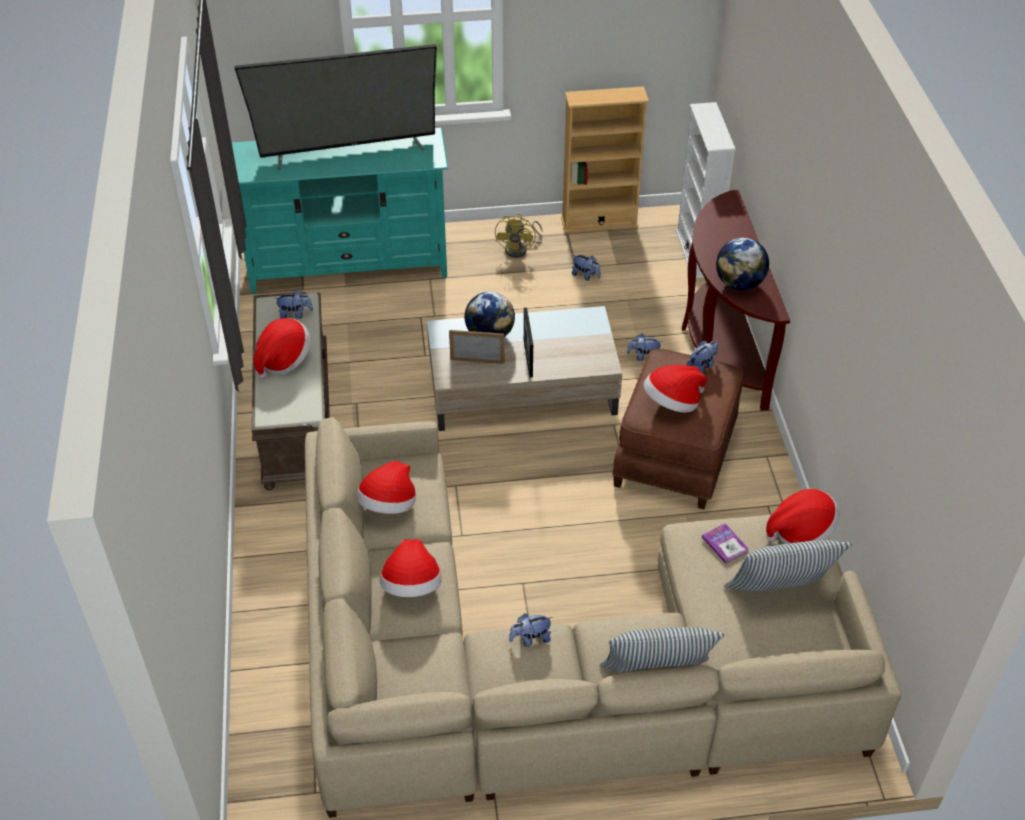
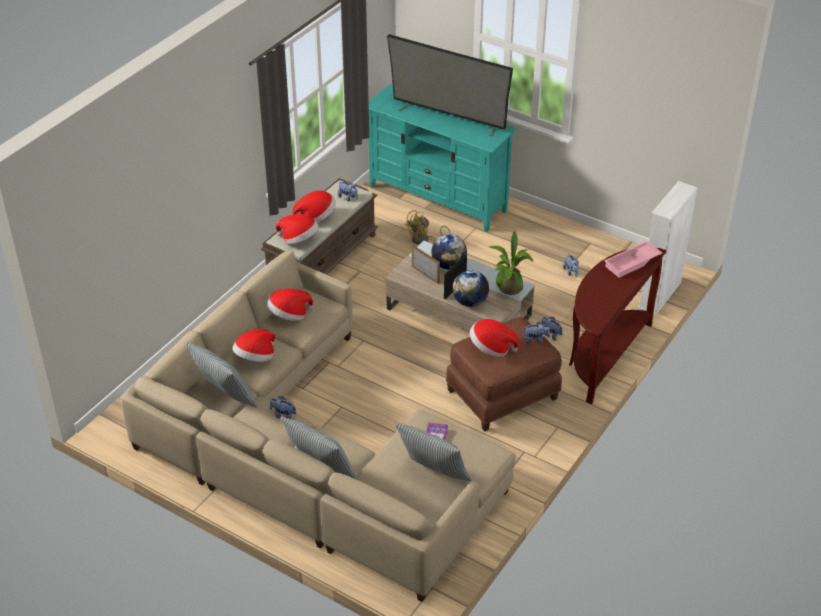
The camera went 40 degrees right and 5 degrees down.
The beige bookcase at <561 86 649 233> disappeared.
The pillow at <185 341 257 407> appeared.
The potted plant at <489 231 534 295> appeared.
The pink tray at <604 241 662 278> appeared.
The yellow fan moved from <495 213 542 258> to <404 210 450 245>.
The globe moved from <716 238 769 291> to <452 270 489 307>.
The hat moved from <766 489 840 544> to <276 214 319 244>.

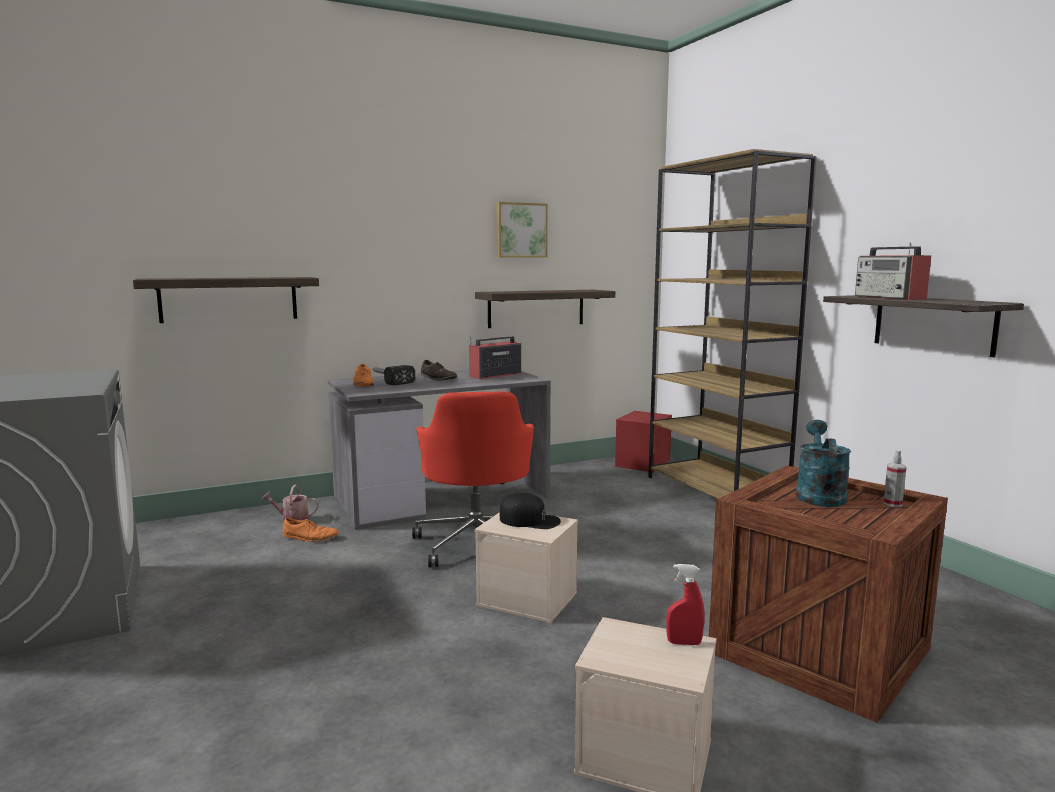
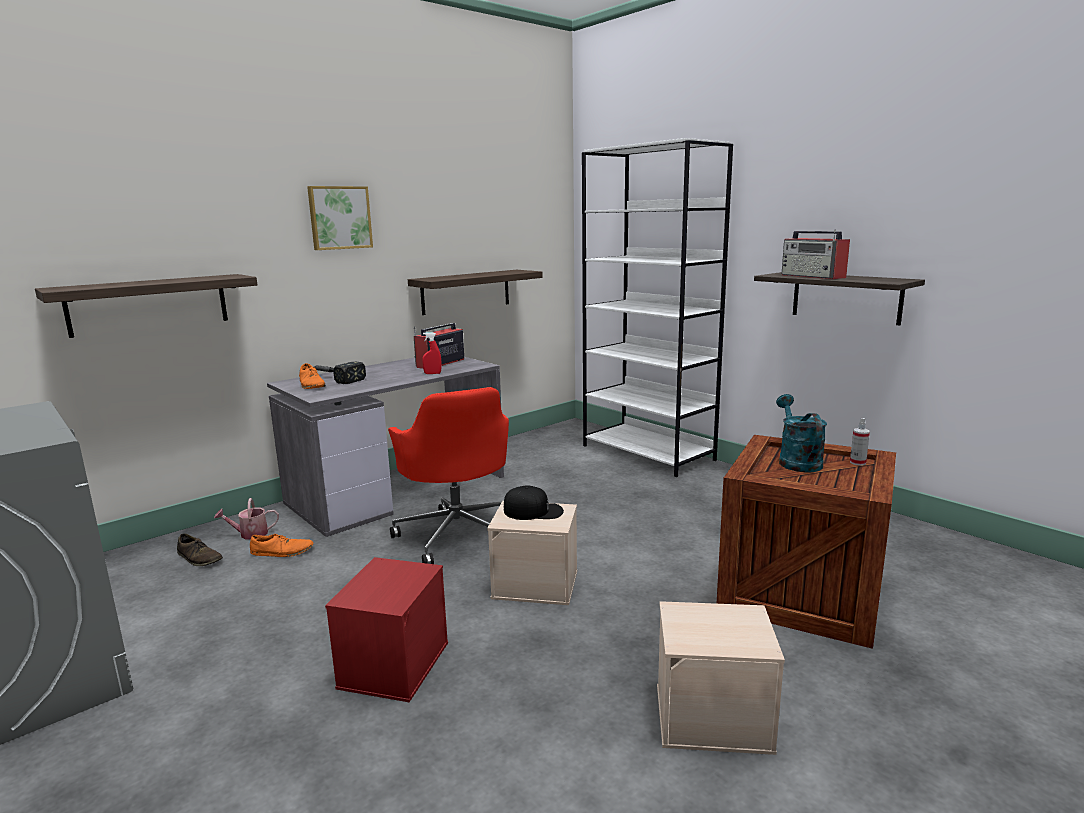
The camera went 15 degrees left and 5 degrees up.
The brown shoe moved from <421 360 457 381> to <177 533 223 566>.
The picture moved from <496 202 548 258> to <307 186 373 250>.
The red storage box moved from <615 411 672 473> to <325 557 448 702>.
The red spray bottle moved from <666 564 705 645> to <422 332 442 374>.
The brown bookcase at <648 149 817 499> became the white bookcase at <582 138 733 477>.

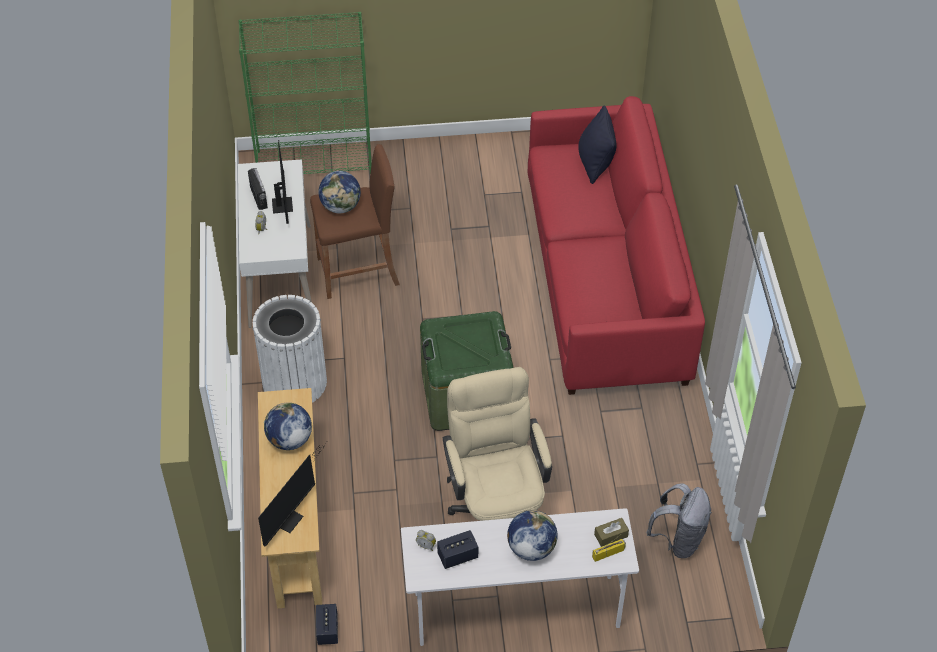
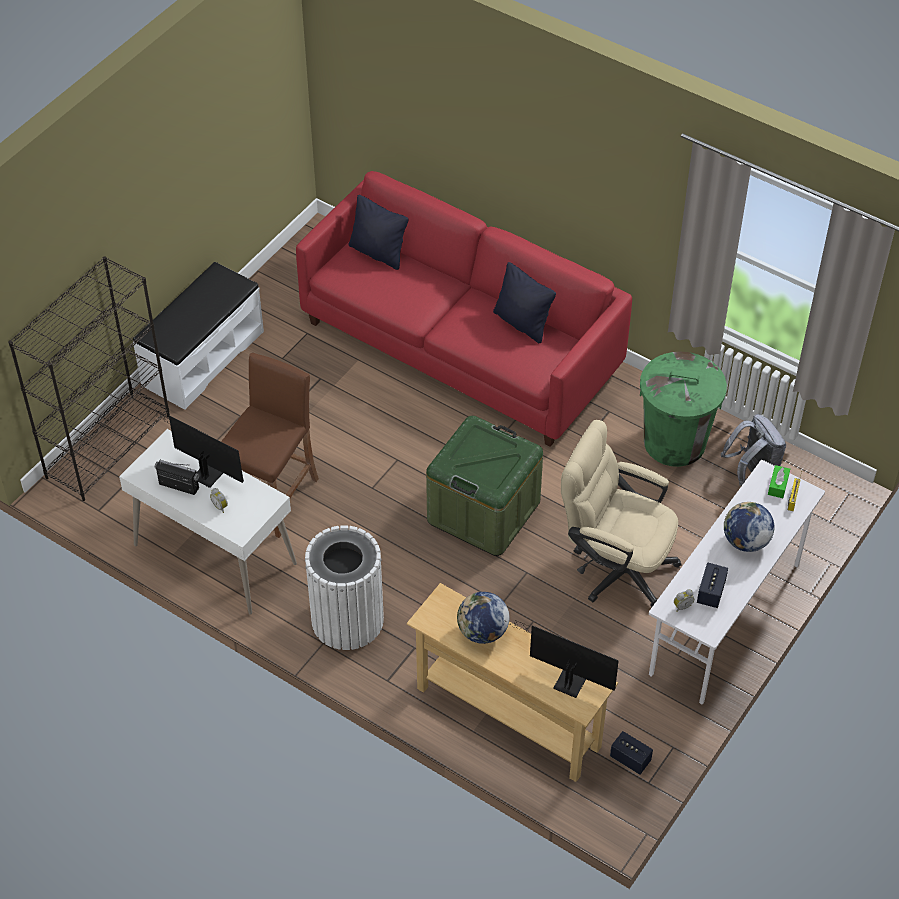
The camera went 50 degrees left and 0 degrees up.
The globe at <318 171 361 213> disappeared.
The white bench at <133 262 264 410> appeared.
The black pillow at <493 262 556 343> appeared.
The green trash can at <640 352 727 467> appeared.
The green bookcase at <239 12 372 174> became the black bookcase at <8 256 170 501>.
The brown tissue box at <594 518 629 547> became the green tissue box at <768 465 790 498>.
The monitor at <258 447 325 547> turned 45 degrees counterclockwise.

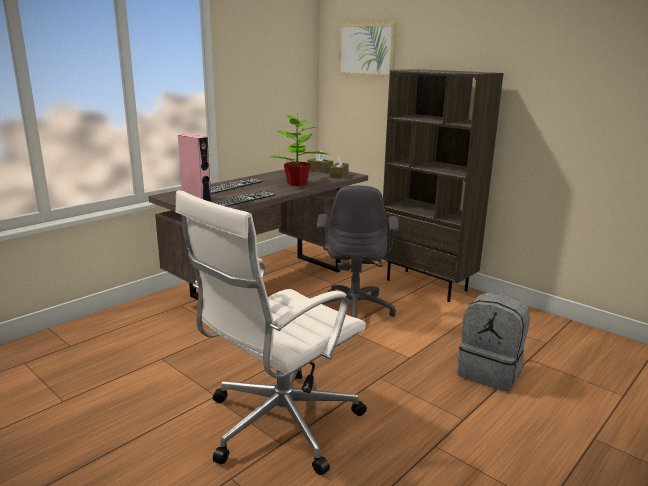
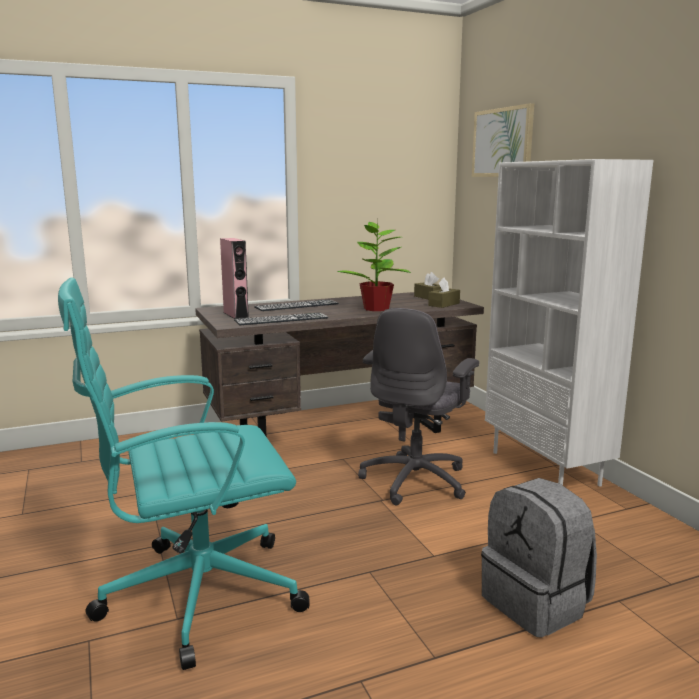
The camera went 25 degrees right and 5 degrees down.
The white office chair at <175 190 367 475> became the turquoise office chair at <58 278 310 670>.
The brown bookcase at <383 69 504 302> became the white bookcase at <485 159 653 487>.

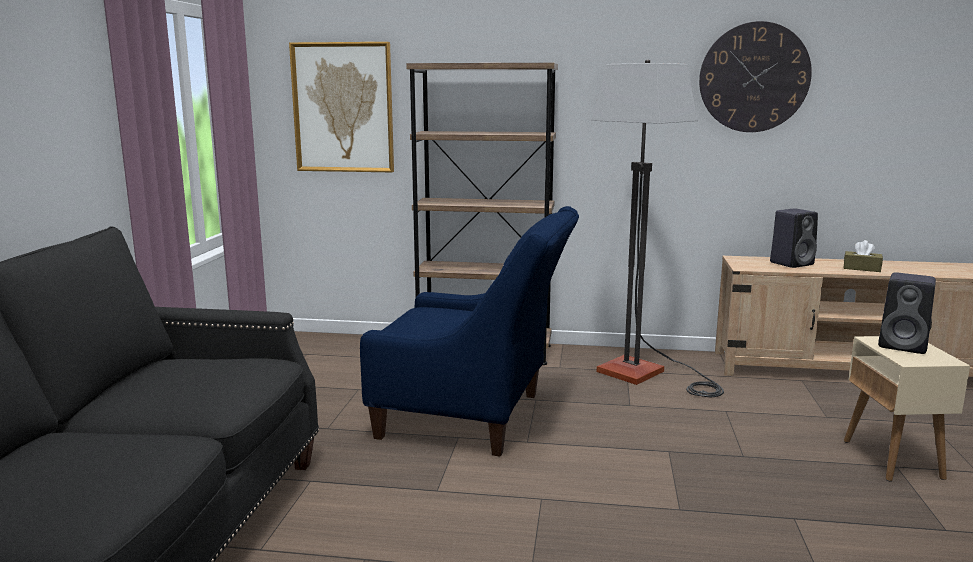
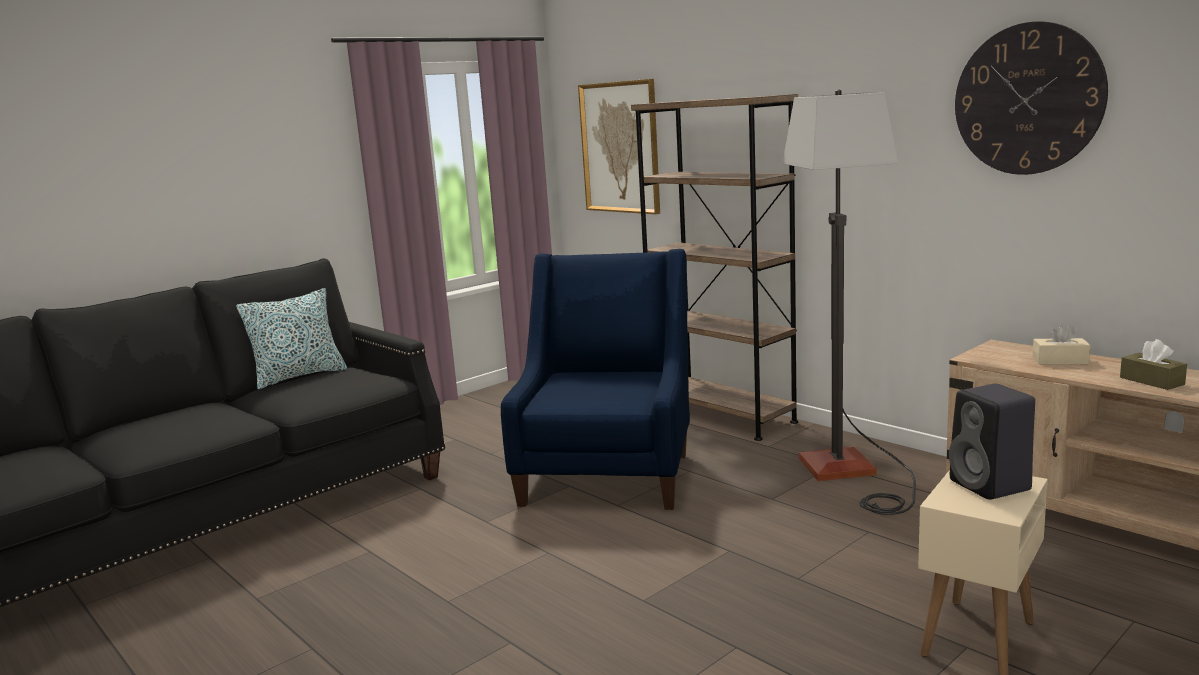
The camera went 40 degrees right and 0 degrees up.
The pillow at <236 288 347 390> appeared.
The black speaker at <770 208 818 268> was replaced by the beige tissue box at <1033 323 1090 365>.
The blue armchair at <360 206 579 457> turned 135 degrees counterclockwise.

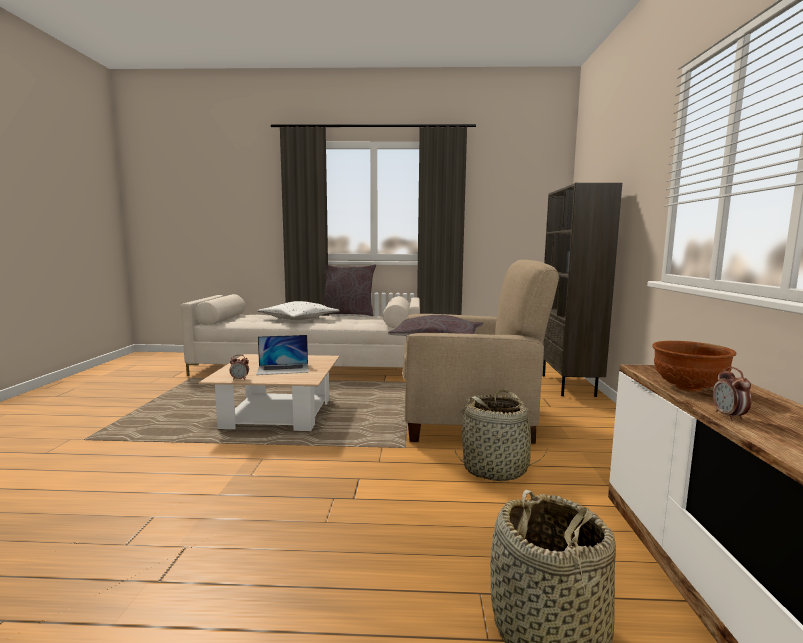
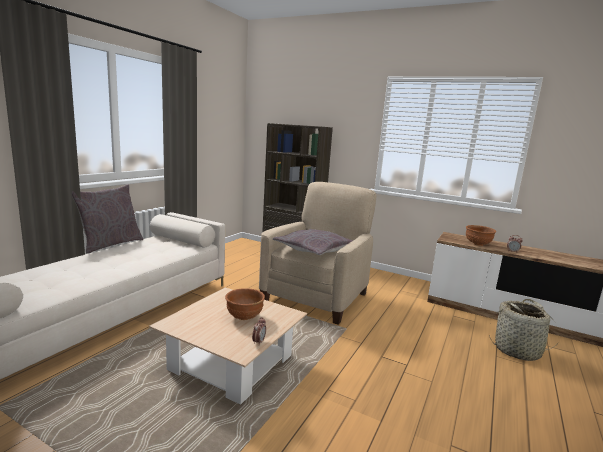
The camera went 65 degrees left and 5 degrees up.
The white pillow at <258 301 340 320> disappeared.
The basket at <454 389 548 481> disappeared.
The laptop at <256 335 309 375> was replaced by the brown bowl at <225 288 265 320>.

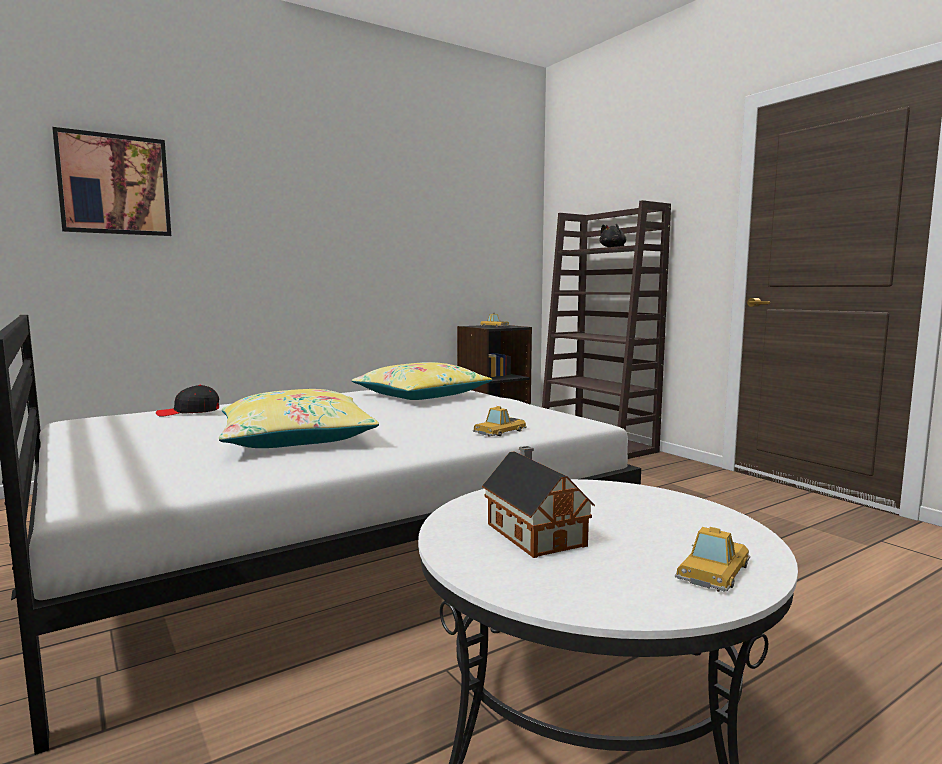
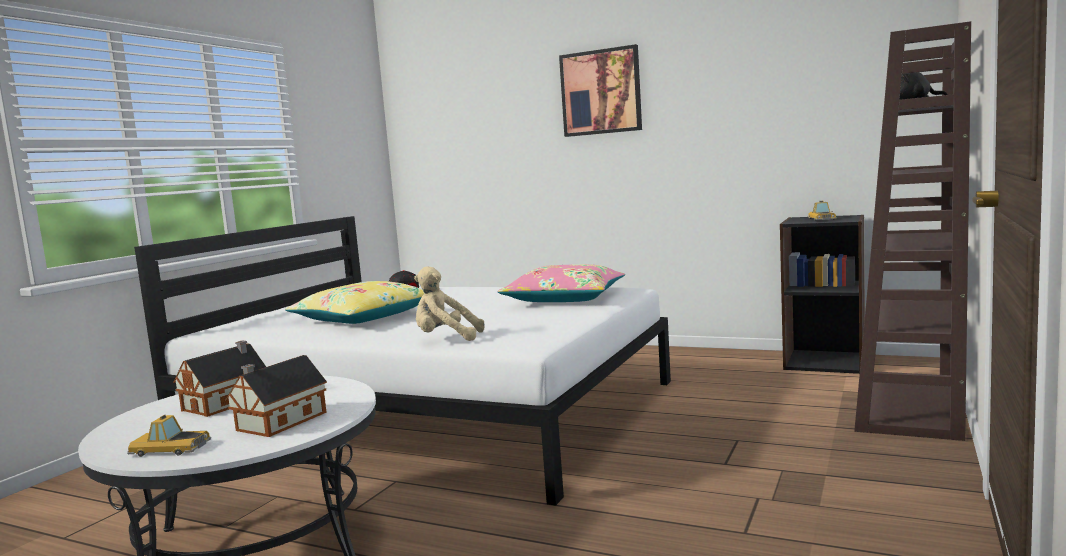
The camera went 60 degrees right and 0 degrees up.
The toy house at <226 355 327 437> appeared.
The picture moved from <52 127 171 236> to <559 44 642 137>.
The toy car at <473 406 527 437> was replaced by the beige plush toy at <414 266 485 341>.
The yellow pillow at <351 362 492 400> became the pink pillow at <497 264 625 302>.

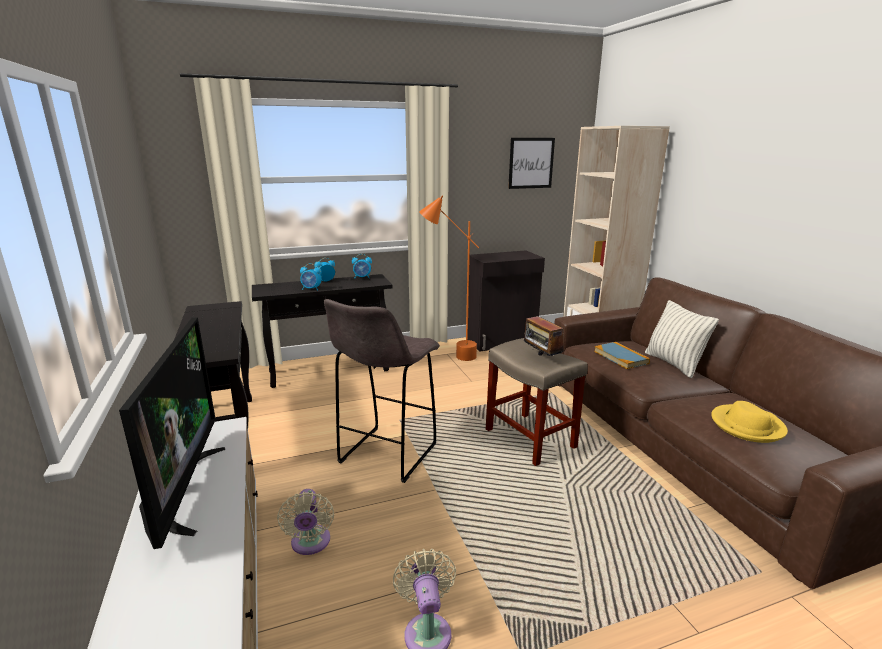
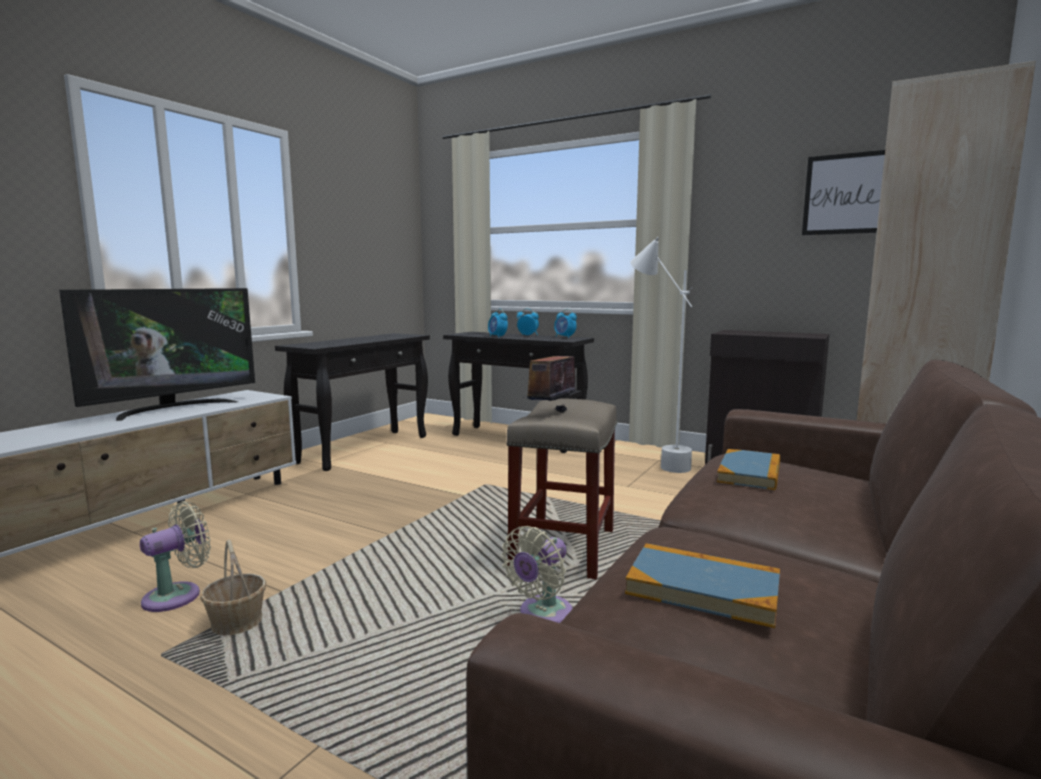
The camera went 50 degrees right and 10 degrees down.
The grey stool at <324 299 440 483> disappeared.
The pillow at <645 300 719 378> disappeared.
The basket at <200 540 266 635> appeared.
The beige fan moved from <277 489 334 555> to <501 526 573 623>.
The yellow hat at <711 401 788 443> was replaced by the book at <625 543 780 628>.
The orange floor lamp at <419 196 479 361> became the white floor lamp at <631 237 693 473>.

